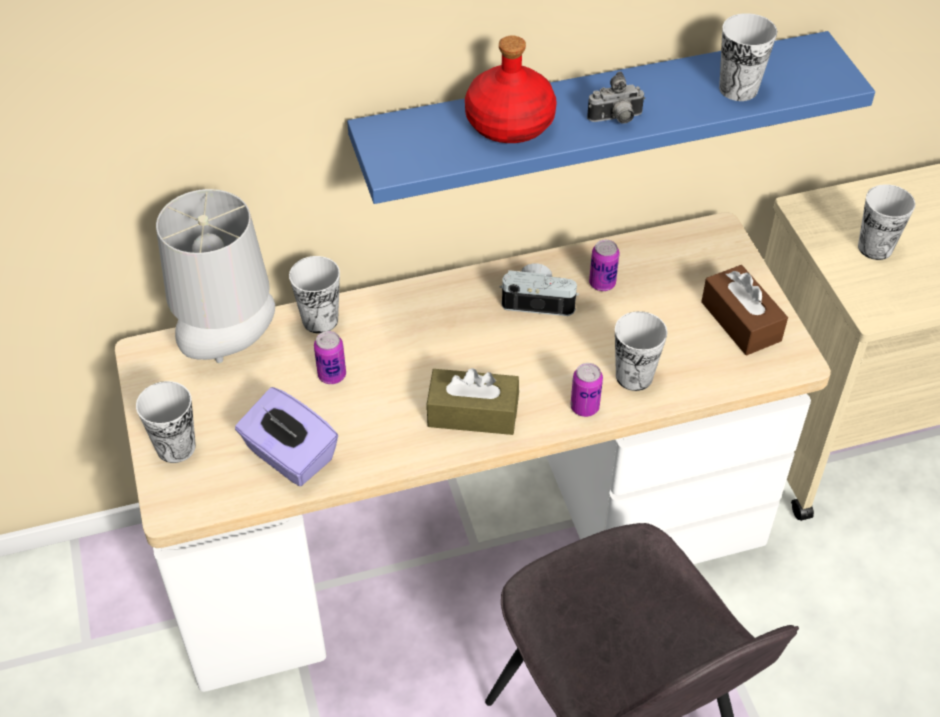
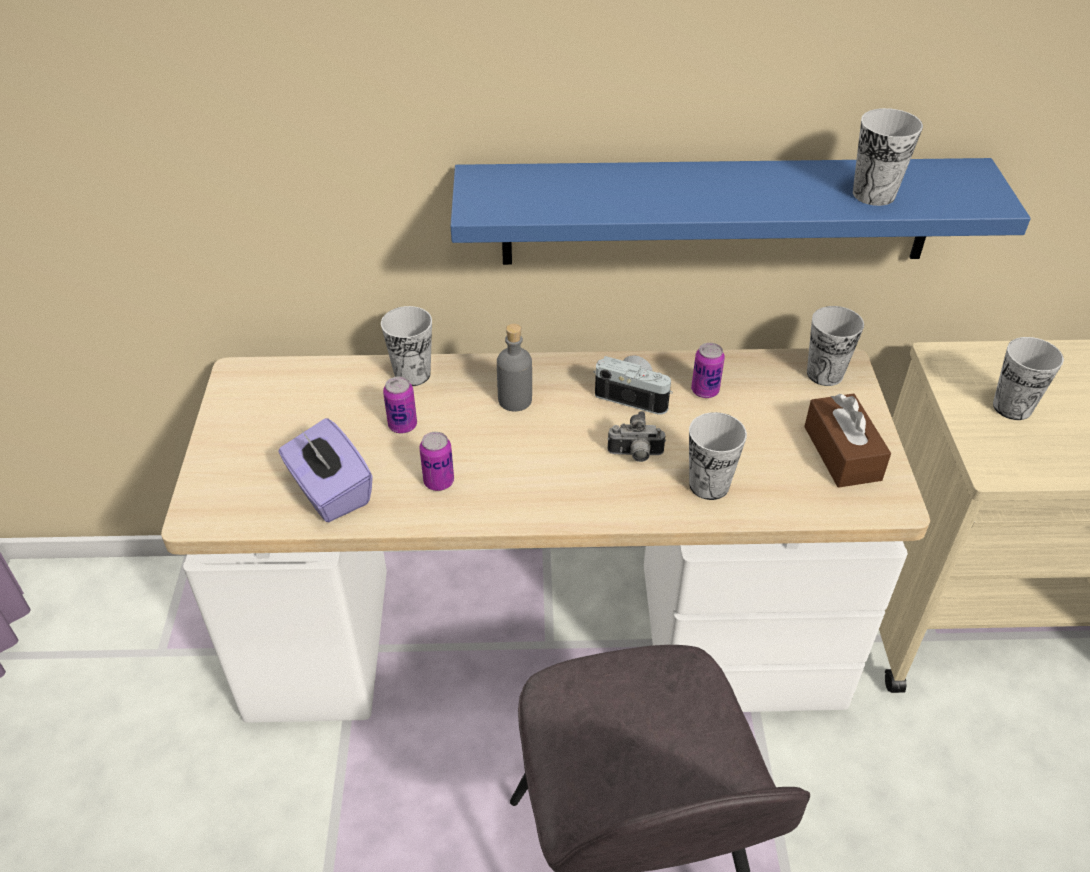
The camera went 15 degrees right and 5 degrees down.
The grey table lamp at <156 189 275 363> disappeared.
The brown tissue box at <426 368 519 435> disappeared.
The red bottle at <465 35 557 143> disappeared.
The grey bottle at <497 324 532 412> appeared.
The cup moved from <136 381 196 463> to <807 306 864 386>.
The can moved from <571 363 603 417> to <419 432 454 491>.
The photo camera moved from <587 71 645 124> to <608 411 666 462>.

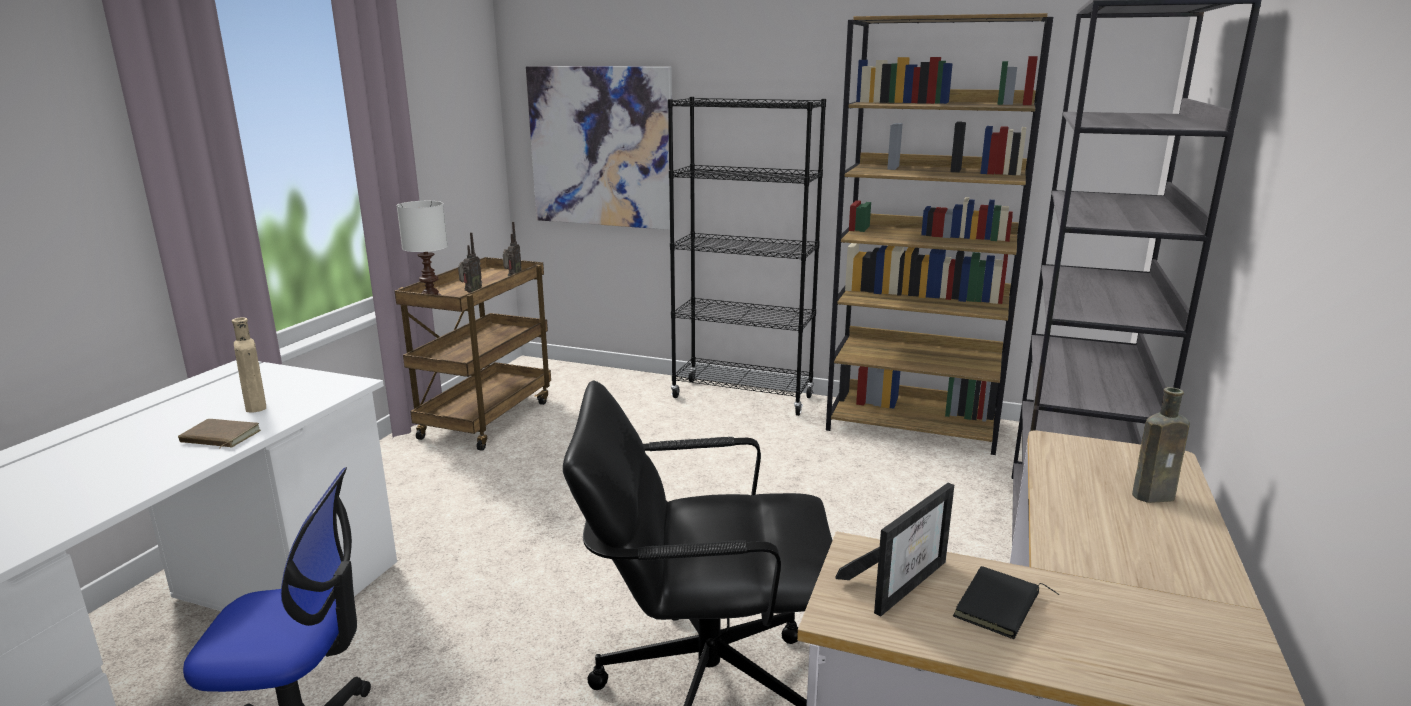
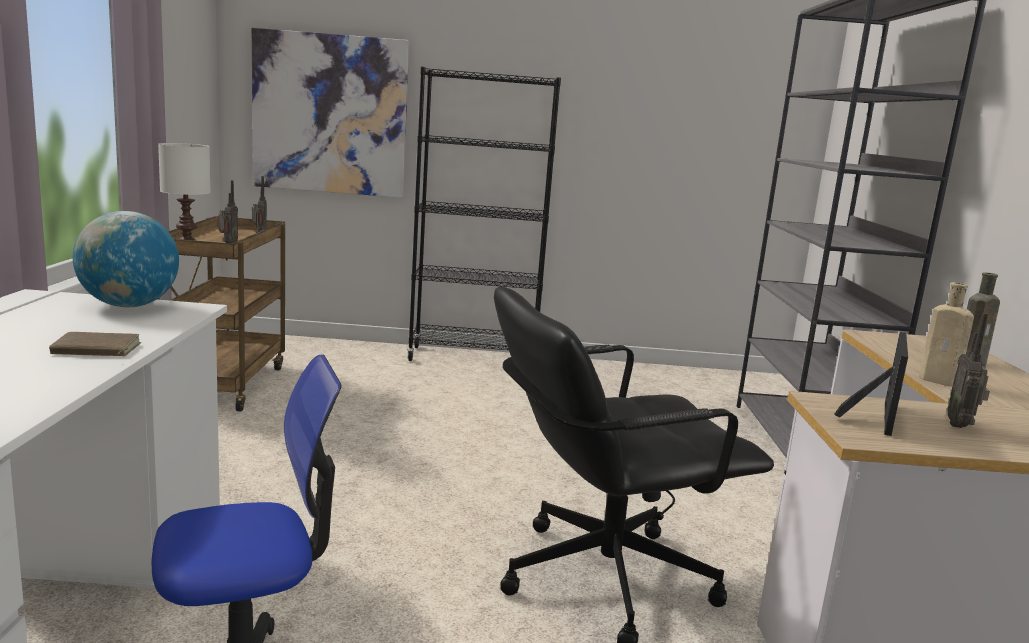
The camera went 20 degrees left and 5 degrees down.
The brown bookcase at <826 13 1053 455> disappeared.
The globe at <73 211 179 307> appeared.
The beige bottle moved from <232 318 266 413> to <919 282 974 386>.
The black book at <953 566 1059 639> was replaced by the radio at <948 313 990 428>.

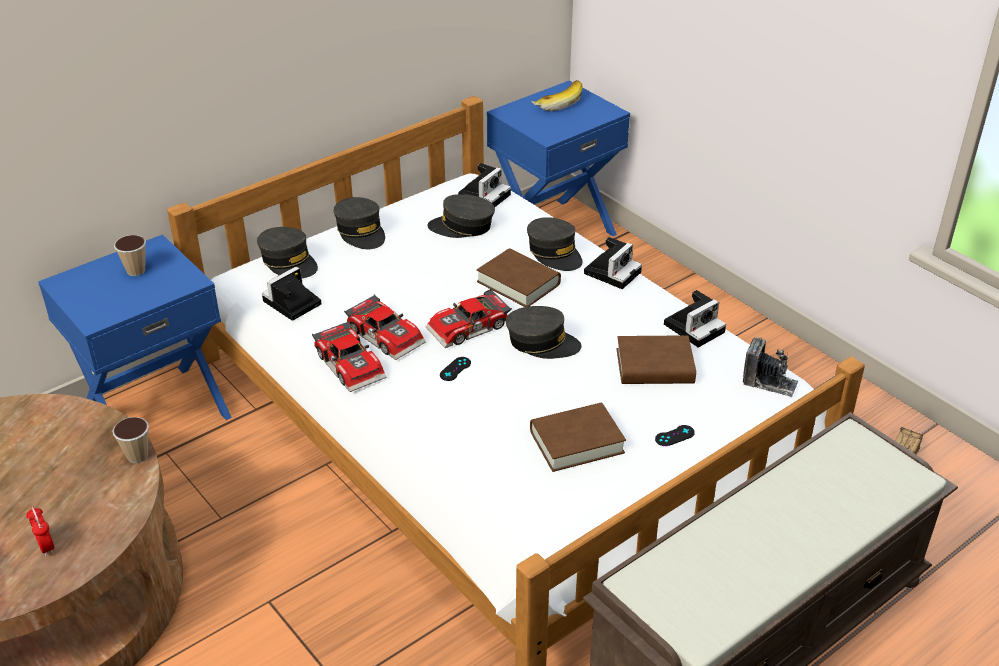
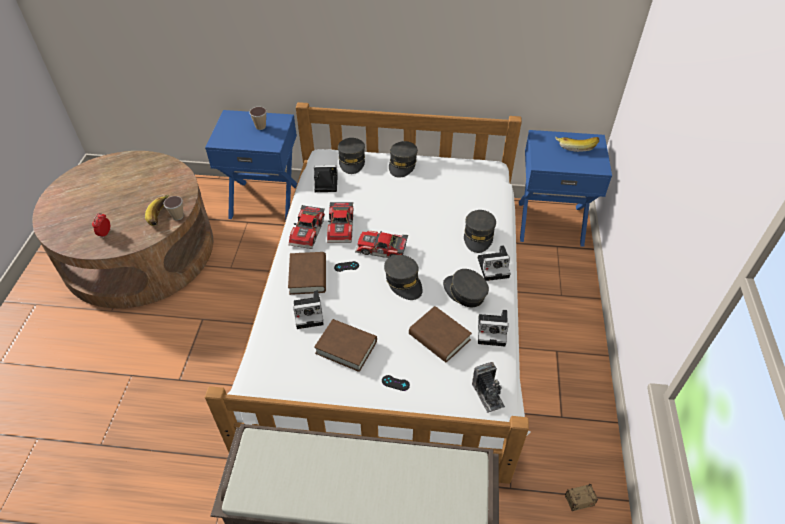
The camera went 45 degrees right and 10 degrees up.
The banana at <145 195 169 226> appeared.
The grey cap moved from <428 194 495 238> to <443 269 489 307>.
The photo camera moved from <458 163 511 207> to <293 290 324 329>.
The brown book moved from <477 248 561 307> to <288 252 326 295>.

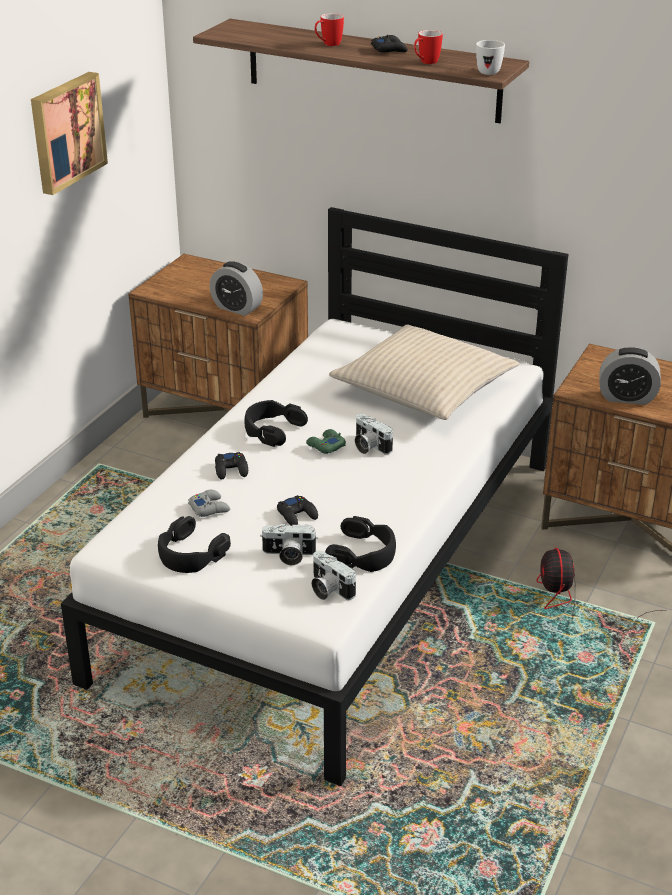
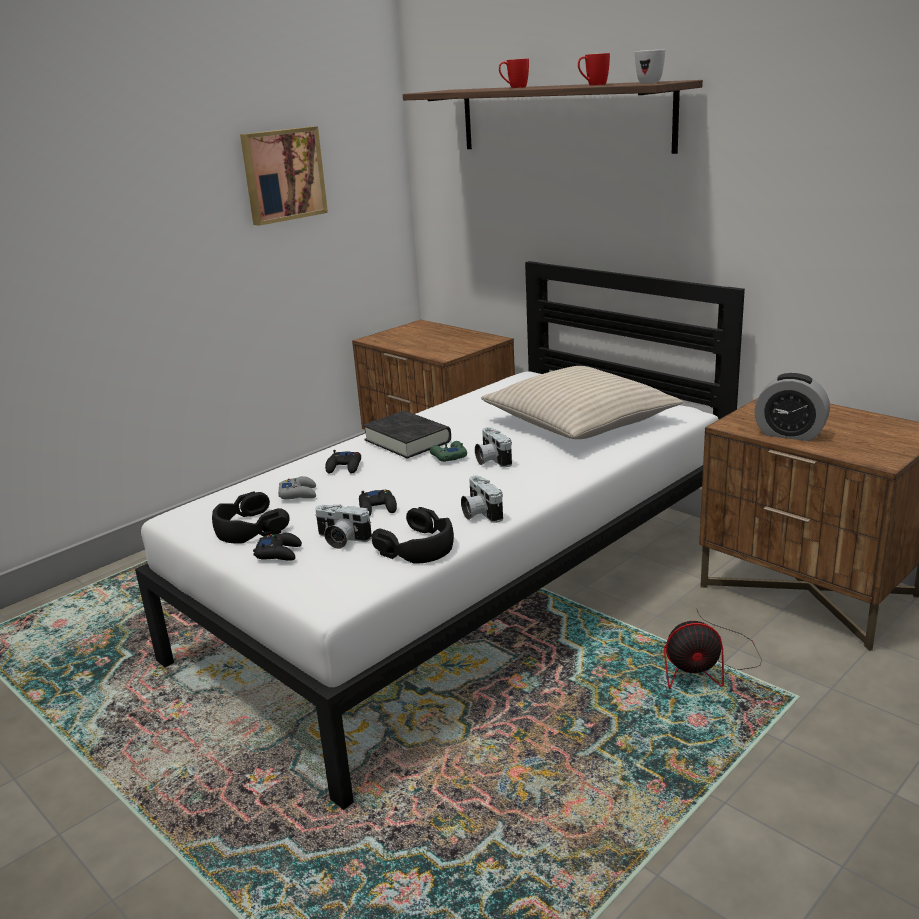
The camera went 20 degrees right and 10 degrees down.
The alarm clock at <210 261 263 316> disappeared.
The photo camera moved from <312 551 356 600> to <461 476 503 523>.
The black game controller moved from <371 35 408 53> to <253 533 302 561>.
The black headphones at <244 400 308 447> was replaced by the black book at <363 411 451 459>.
The fan at <537 548 666 632> turned 105 degrees counterclockwise.

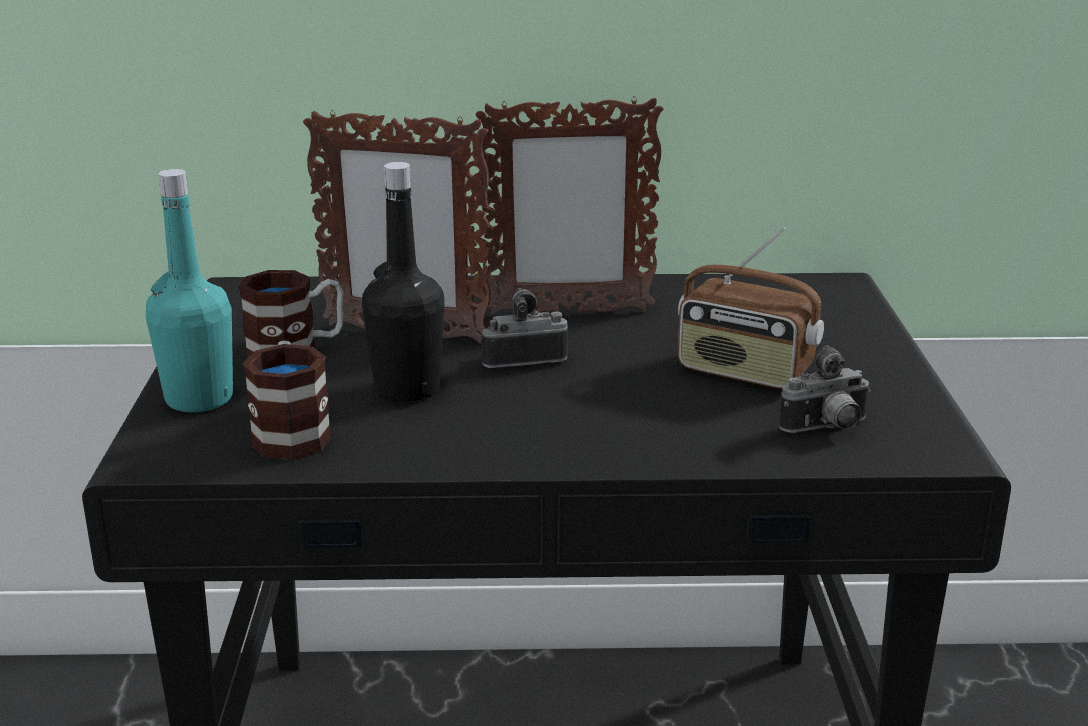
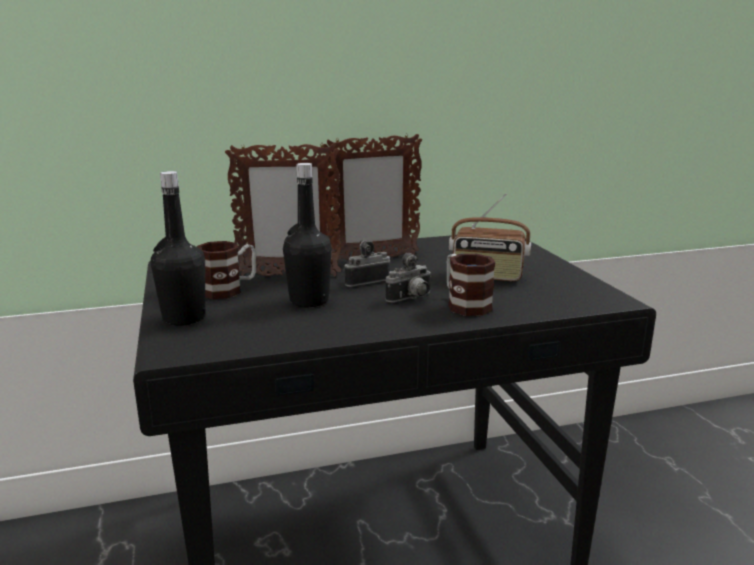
The camera went 15 degrees left and 5 degrees down.
The mug moved from <243 341 332 460> to <447 254 496 316>.
The photo camera moved from <779 345 871 433> to <385 253 432 303>.
The turquoise bottle at <146 169 233 412> became the black bottle at <151 171 205 326>.

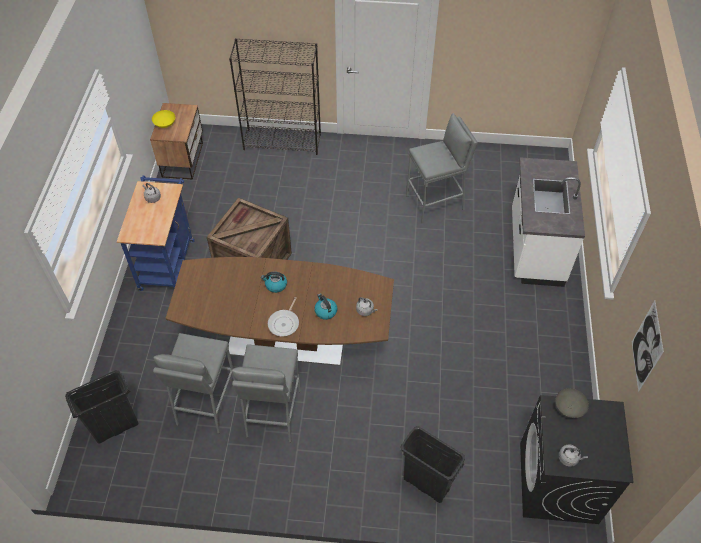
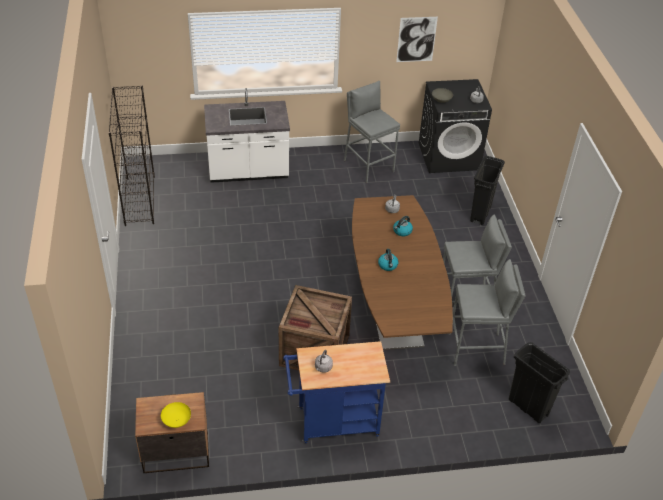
The camera went 105 degrees left and 10 degrees down.
The frying pan at <268 297 299 336> disappeared.
The black bookcase moved from <229 38 321 155> to <109 85 155 226>.
The grey stool moved from <406 113 478 224> to <344 81 400 183>.

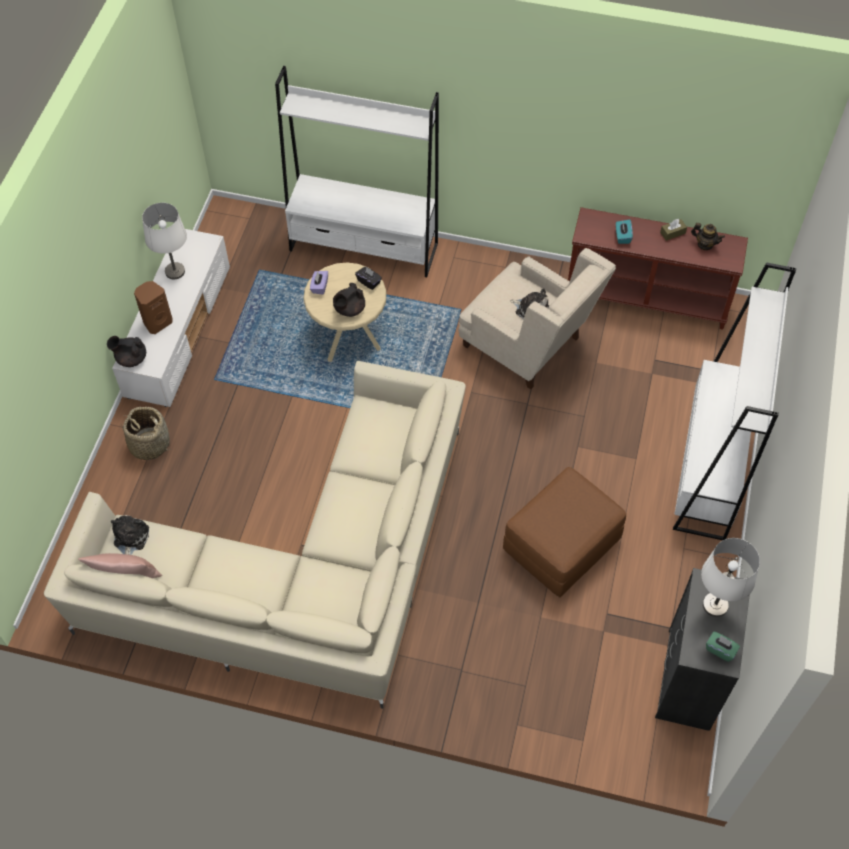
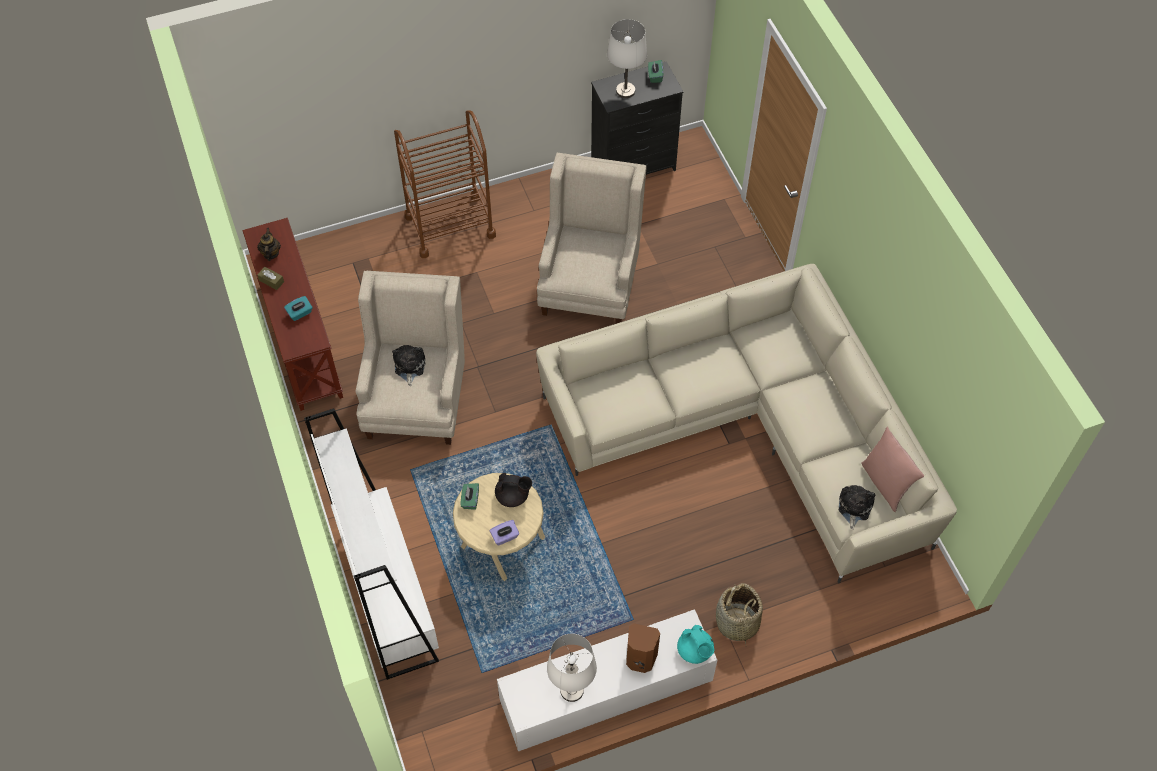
The camera went 125 degrees left and 0 degrees up.
The brown ottoman at <503 467 626 597> was replaced by the beige armchair at <537 152 647 324>.
The white bookcase at <673 262 796 540> was replaced by the brown cart at <394 110 496 258>.
The black teapot at <107 336 146 367> became the turquoise teapot at <677 625 714 664>.
The black tissue box at <355 266 382 290> became the green tissue box at <461 483 479 510>.
The plush toy at <111 515 149 555> turned 135 degrees clockwise.

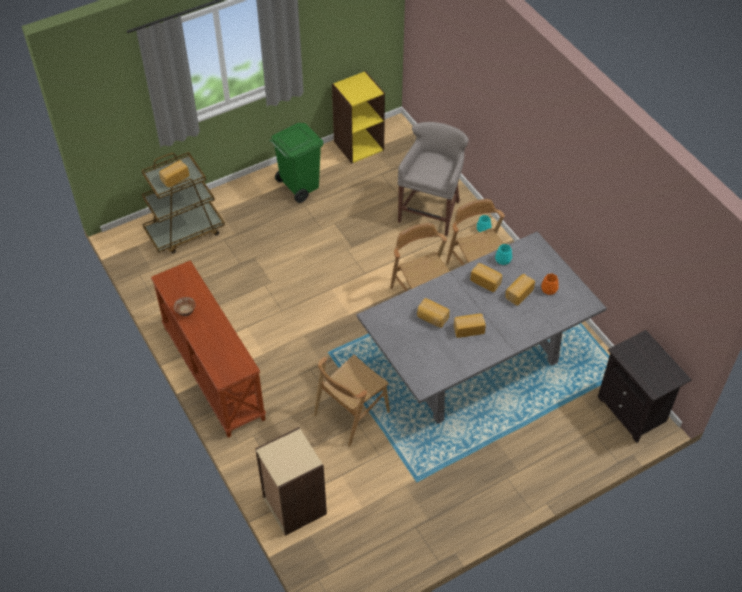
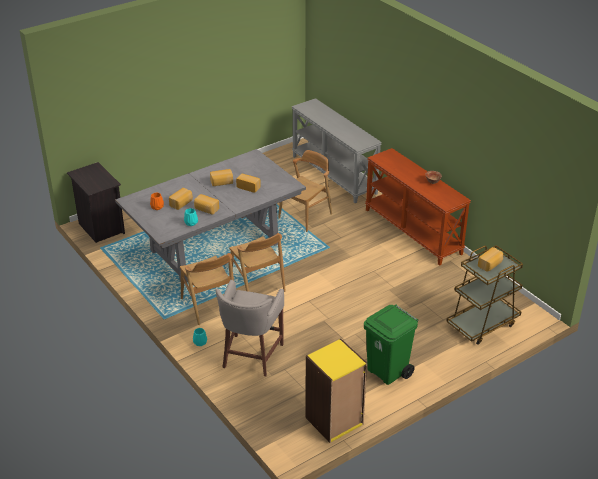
The camera went 175 degrees right and 15 degrees down.
The beige bookcase at <255 427 327 536> was replaced by the grey console table at <292 98 382 203>.

